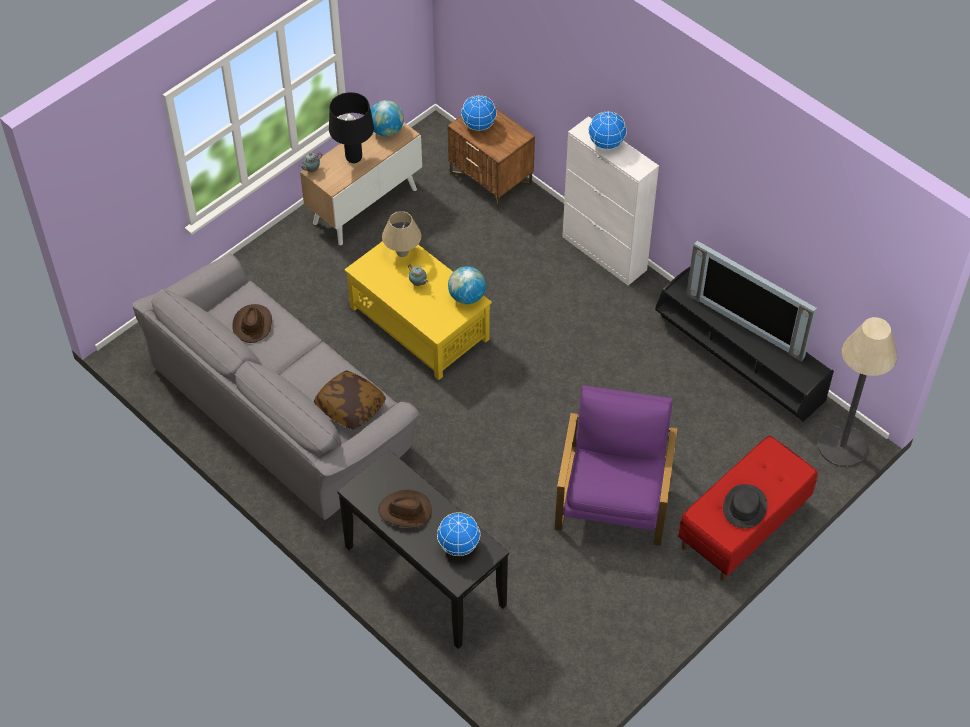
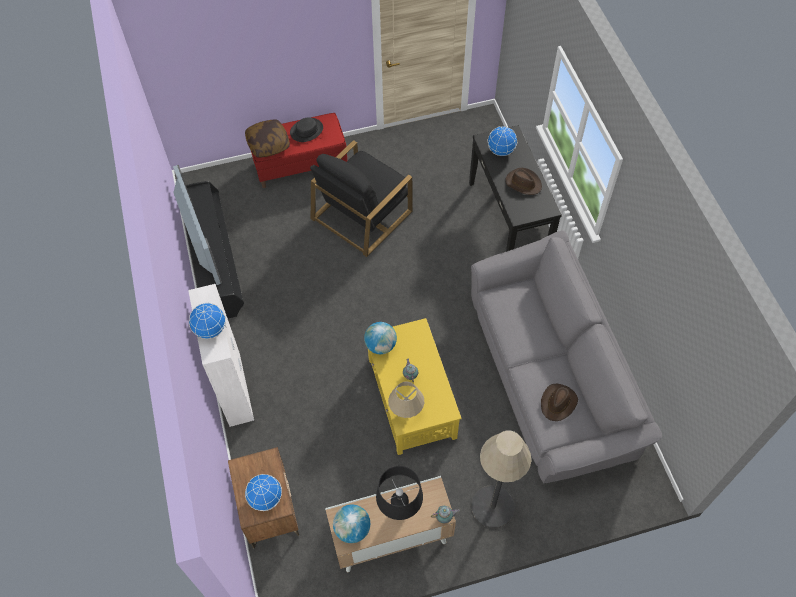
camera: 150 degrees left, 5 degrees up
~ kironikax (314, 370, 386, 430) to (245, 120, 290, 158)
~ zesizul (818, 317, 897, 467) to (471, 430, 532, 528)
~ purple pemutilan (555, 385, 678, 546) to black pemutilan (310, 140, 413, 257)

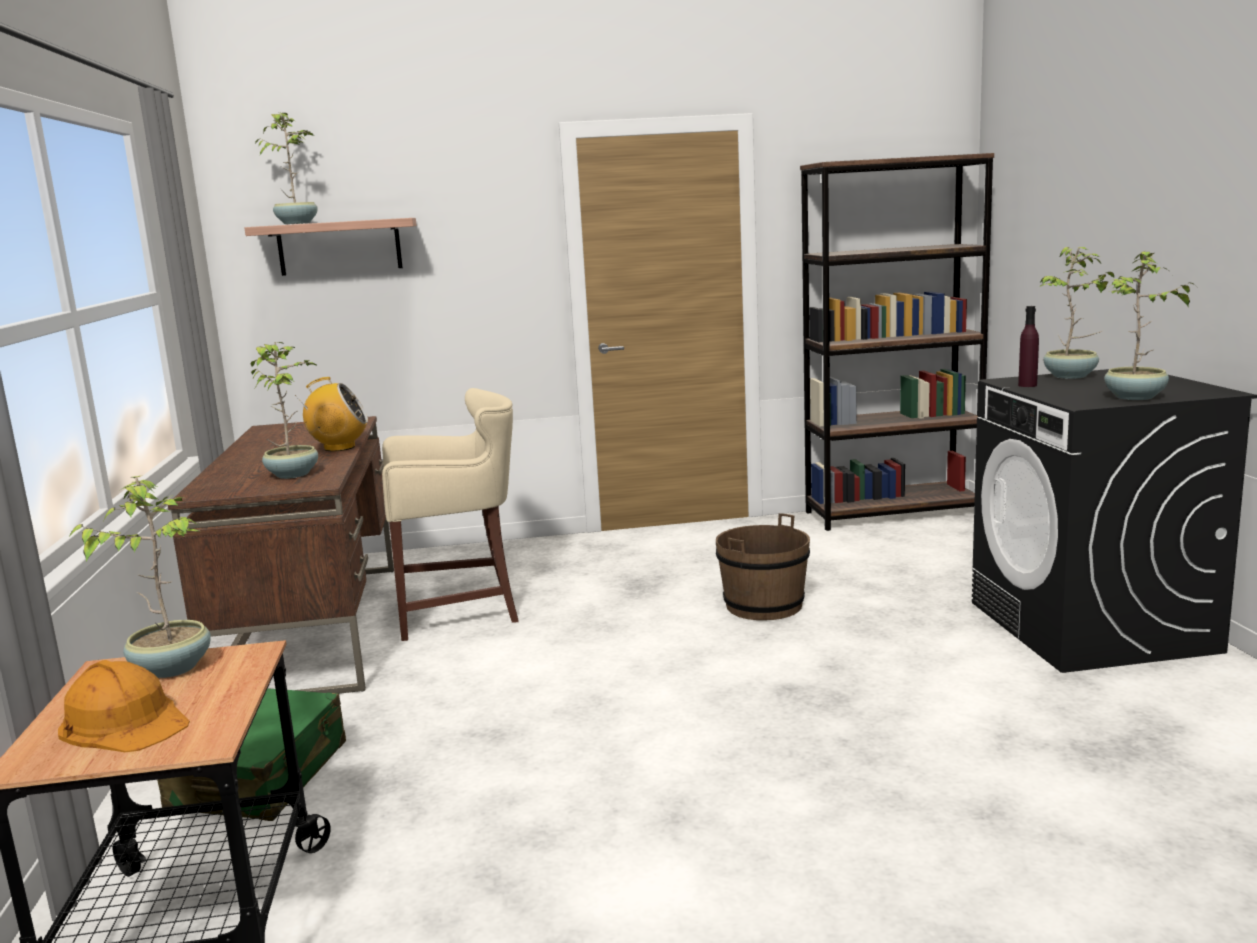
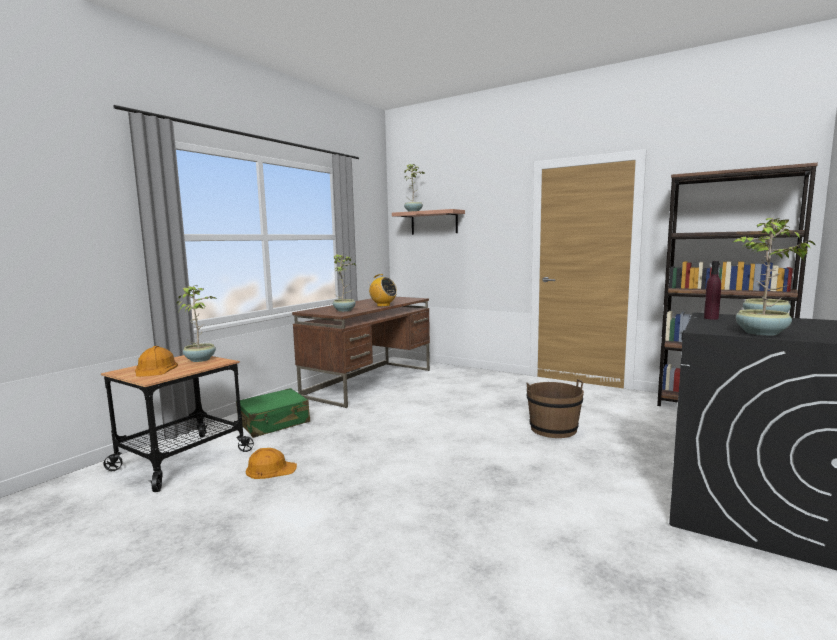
camera: 40 degrees right, 5 degrees down
- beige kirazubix (382, 388, 519, 641)
+ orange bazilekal (246, 448, 297, 479)

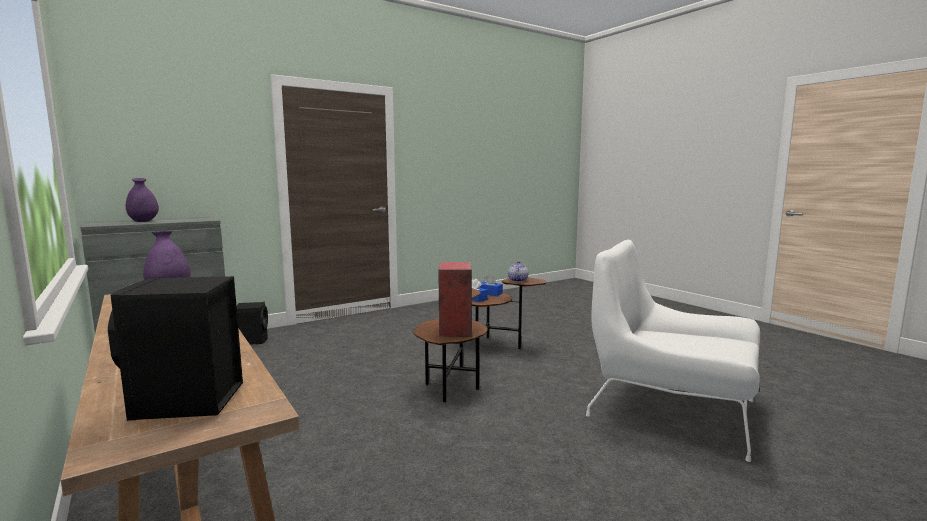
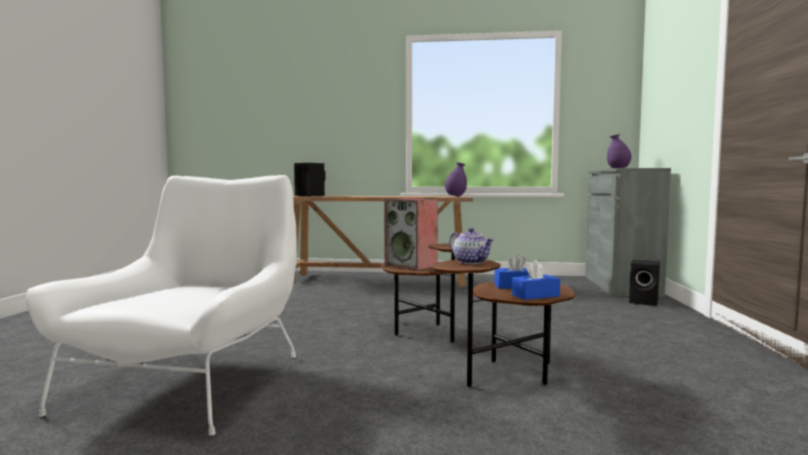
camera: 130 degrees right, 5 degrees down
~ white pemutilan (586, 240, 760, 462) = (26, 175, 297, 436) 60 degrees counterclockwise

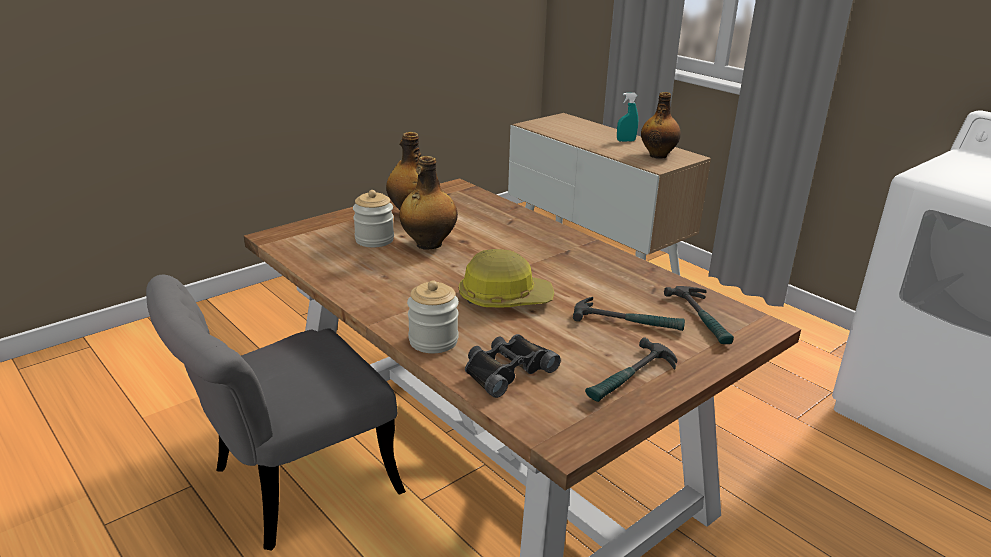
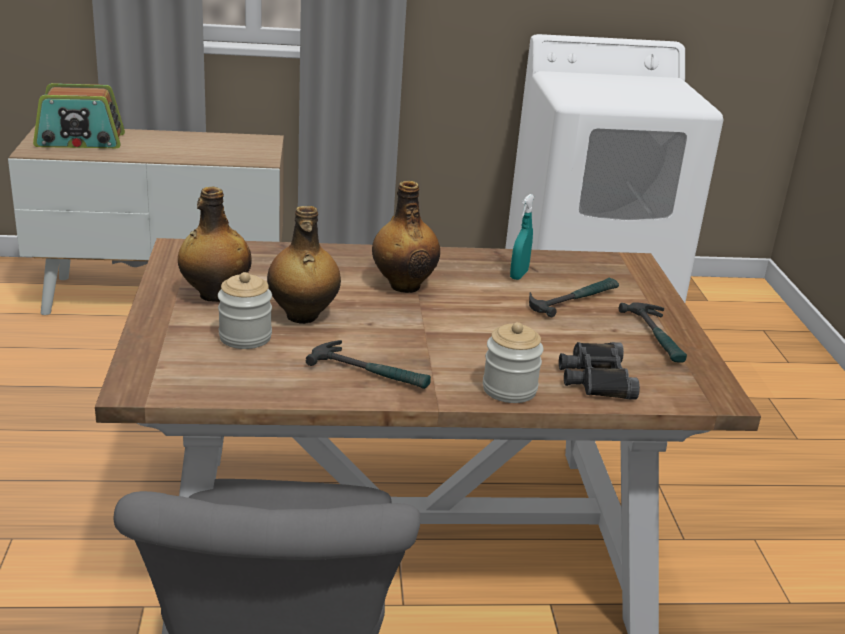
camera: 55 degrees left, 0 degrees up
- bazilekal (459, 249, 554, 308)
+ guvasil (33, 83, 125, 148)
~ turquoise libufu (617, 93, 638, 142) to (510, 194, 534, 280)
~ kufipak (641, 92, 681, 159) to (372, 181, 440, 293)
~ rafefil (664, 286, 734, 344) to (306, 340, 431, 389)

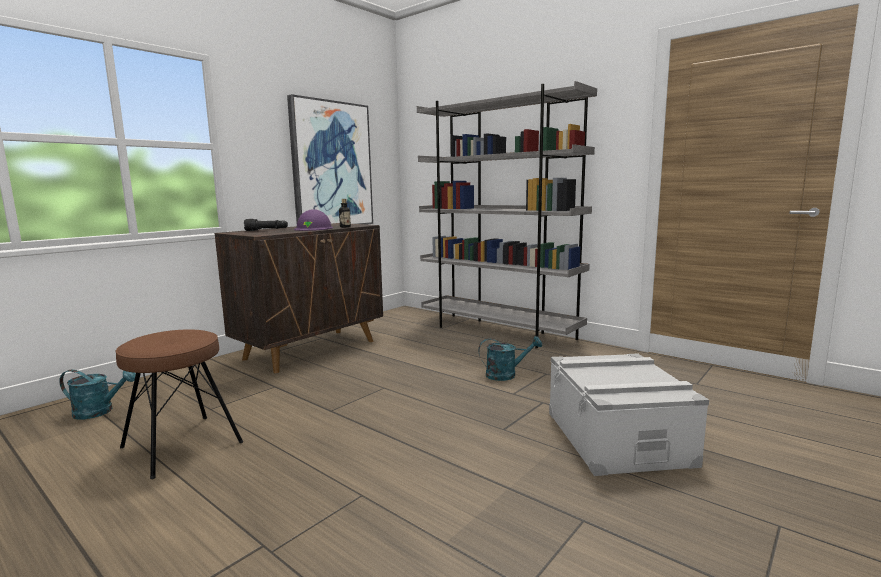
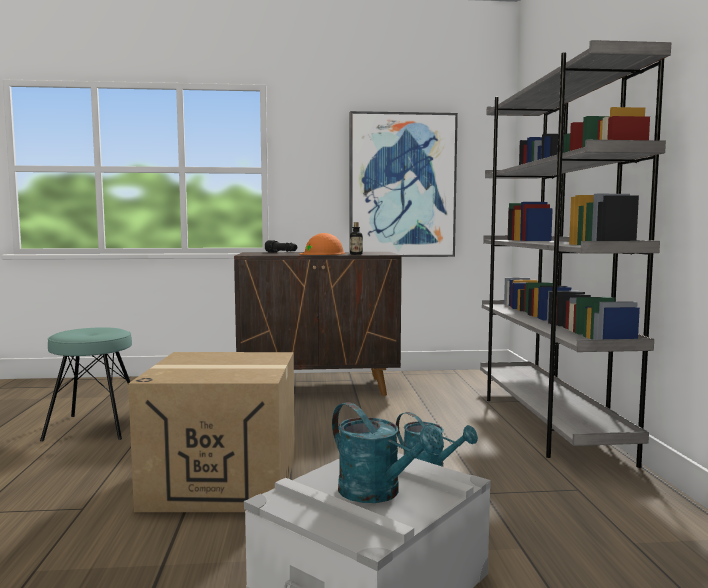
camera: 45 degrees right, 5 degrees down
+ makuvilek (128, 352, 295, 512)
~ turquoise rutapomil (59, 370, 136, 420) to (332, 402, 444, 503)
~ brown kirazubix (116, 329, 243, 479) to turquoise kirazubix (40, 327, 132, 441)
~ purple bazilekal (294, 209, 333, 231) to orange bazilekal (299, 233, 345, 255)

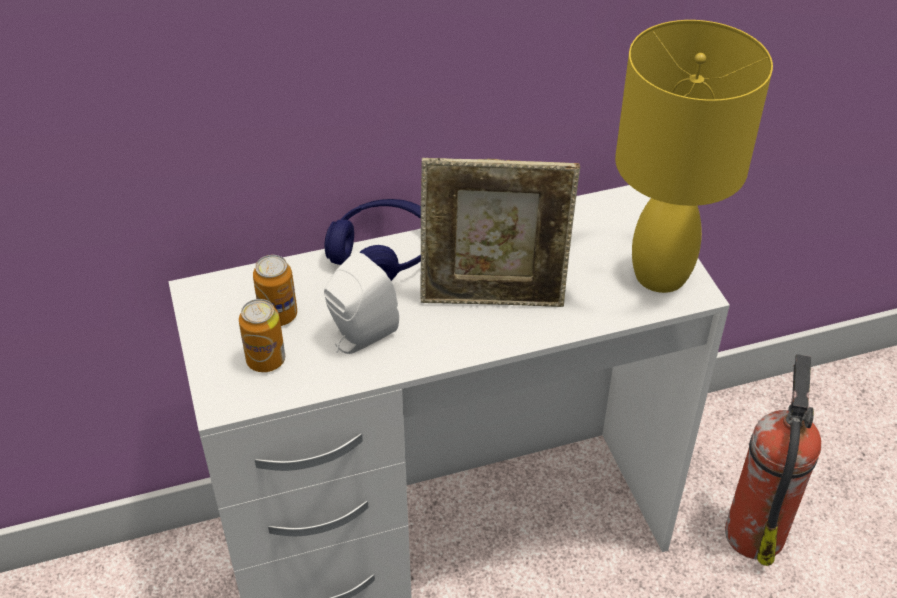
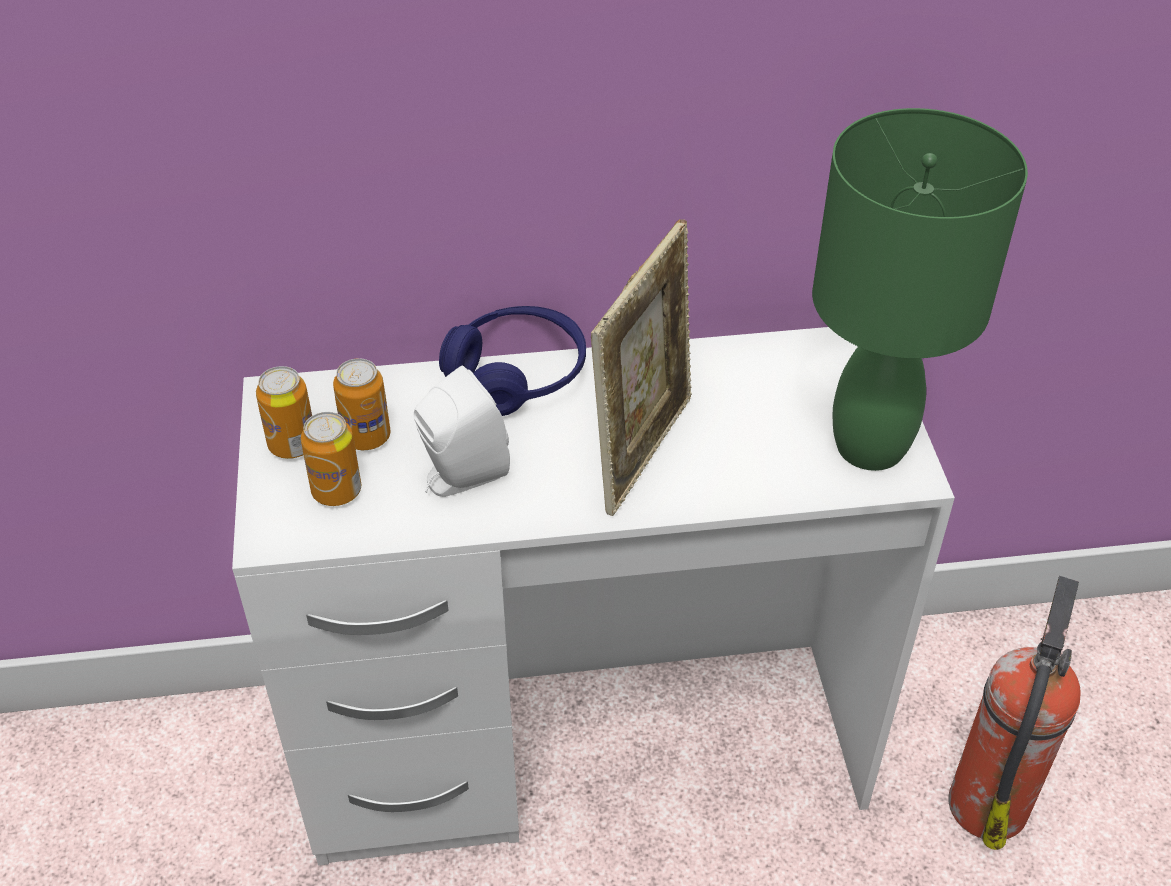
camera: 10 degrees right, 0 degrees up
+ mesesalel (256, 366, 312, 459)
~ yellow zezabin (615, 20, 773, 293) to green zezabin (812, 108, 1028, 471)
~ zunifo (421, 158, 580, 307) = (591, 219, 692, 516) 75 degrees counterclockwise

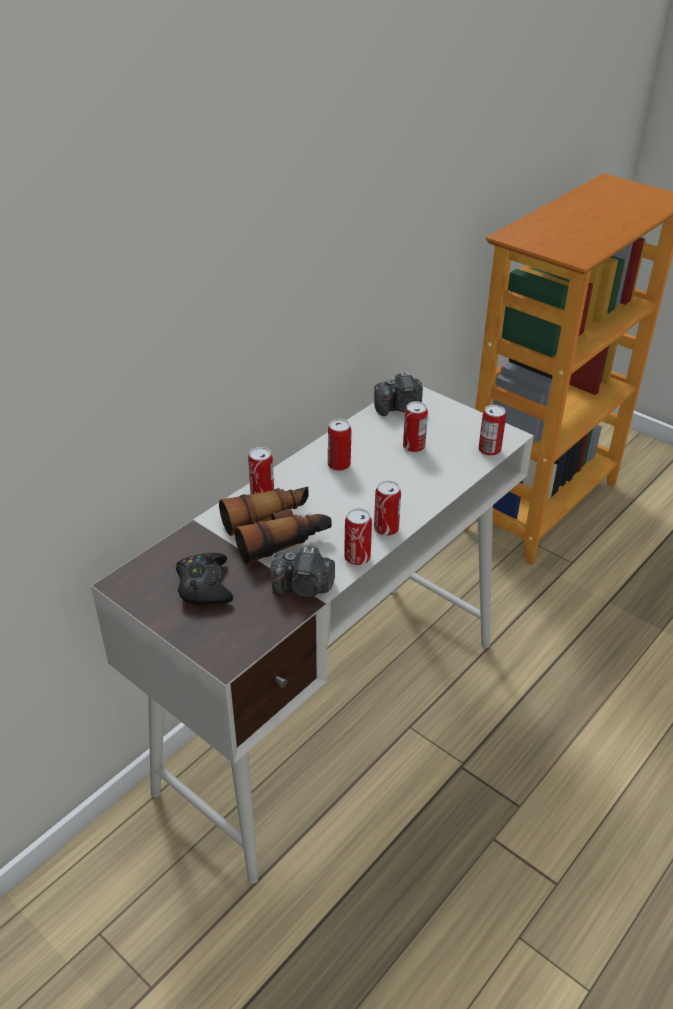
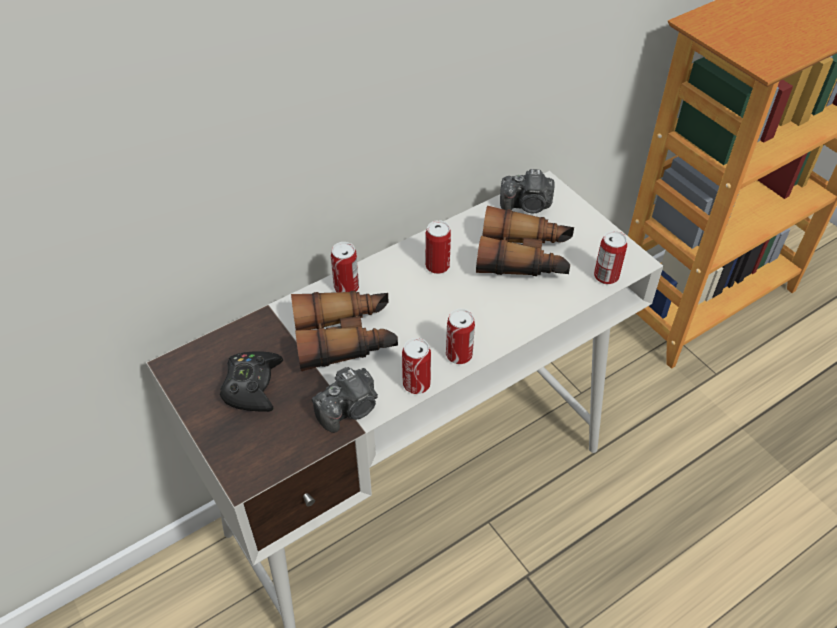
camera: 15 degrees right, 10 degrees up
~ mesesalel (403, 401, 428, 453) to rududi (476, 206, 574, 276)
~ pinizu (270, 546, 335, 598) = (312, 367, 378, 433) 60 degrees counterclockwise

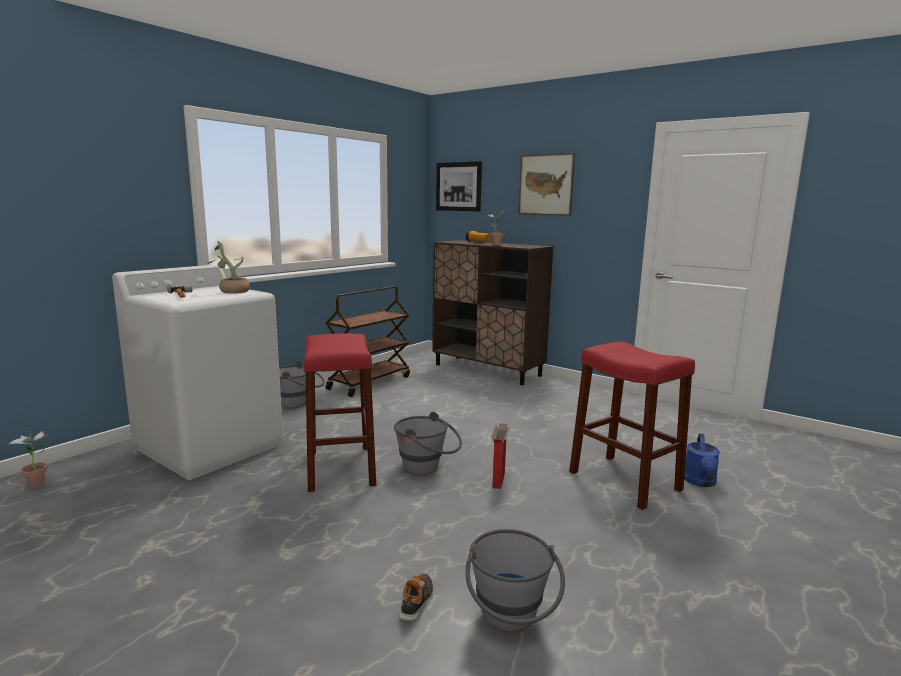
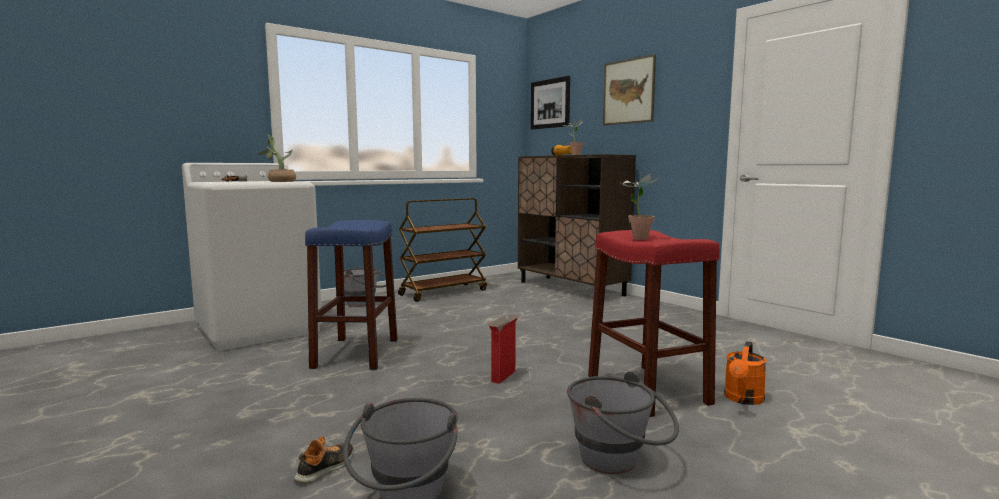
camera: 15 degrees right, 5 degrees down
~ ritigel (8, 431, 49, 488) to (621, 172, 659, 240)
~ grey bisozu (394, 412, 462, 475) to (567, 372, 679, 474)
~ red kirazubix (303, 334, 376, 492) to blue kirazubix (305, 220, 398, 370)
~ blue rutapomil (684, 433, 720, 487) to orange rutapomil (724, 341, 767, 405)

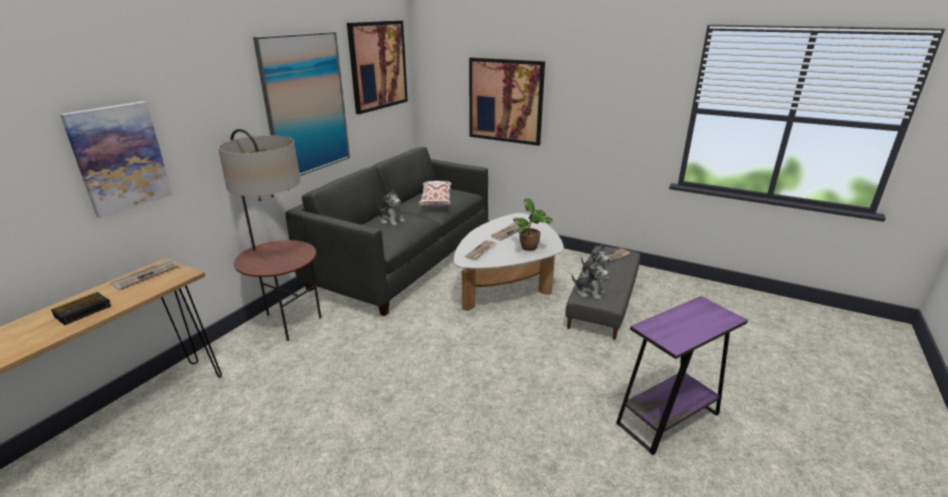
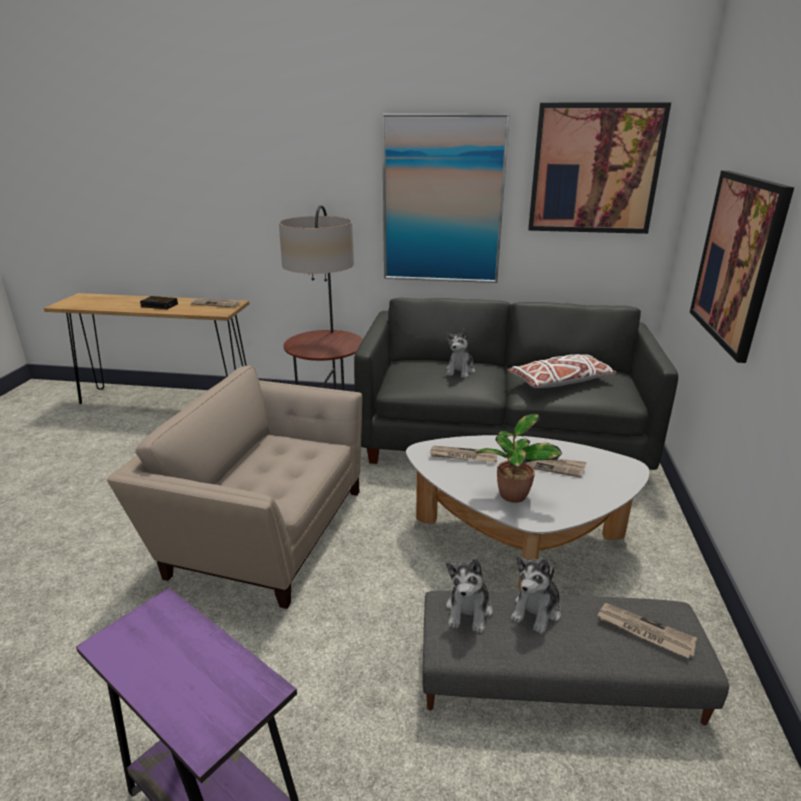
camera: 70 degrees right, 0 degrees up
- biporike (60, 101, 173, 218)
+ beige pemutilan (107, 366, 362, 609)

